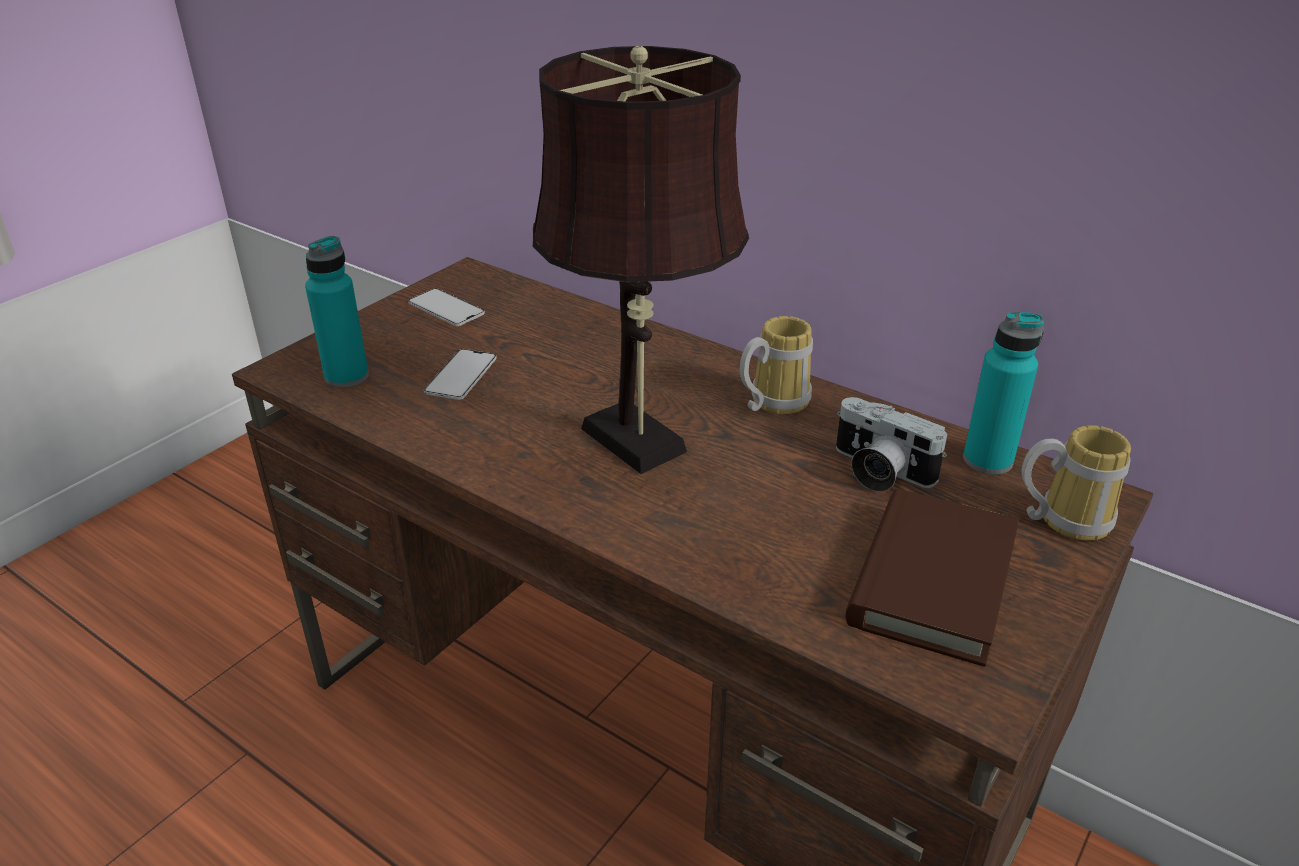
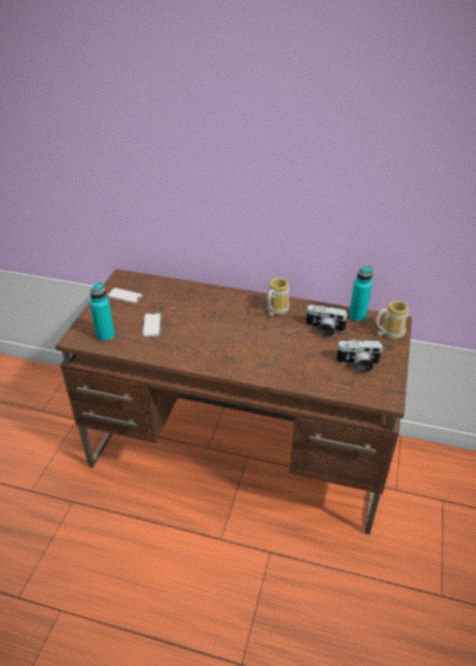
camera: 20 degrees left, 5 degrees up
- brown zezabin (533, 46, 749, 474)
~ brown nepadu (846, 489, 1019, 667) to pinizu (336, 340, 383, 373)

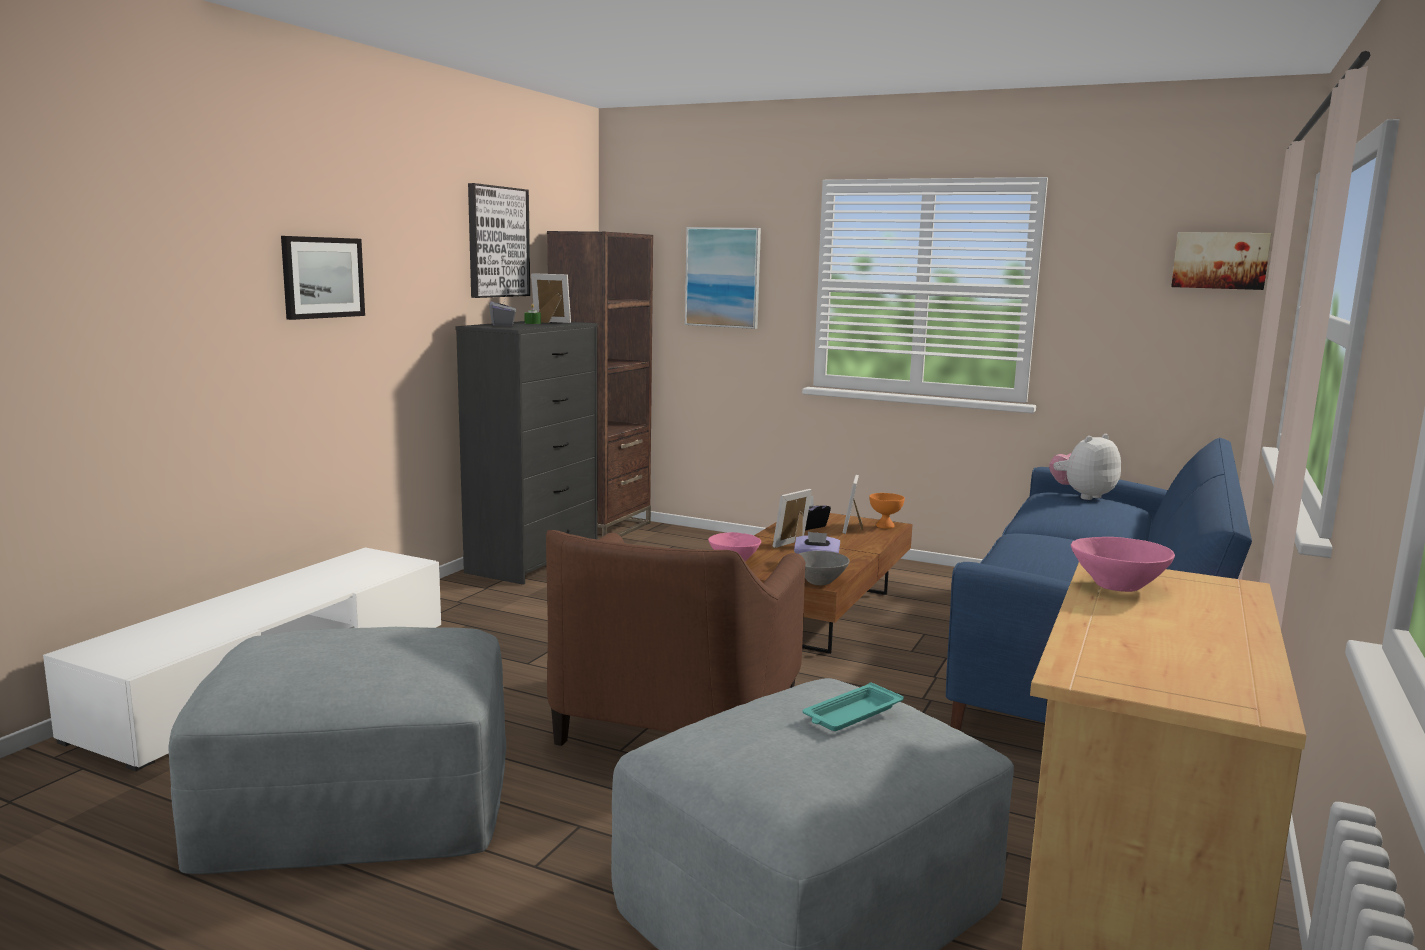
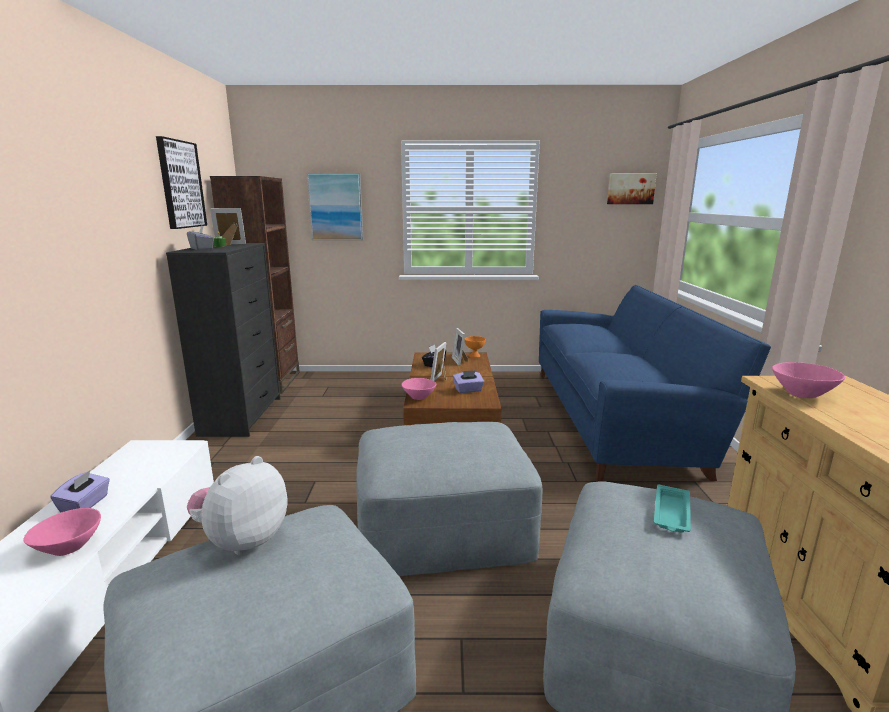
camera: 25 degrees left, 5 degrees up
- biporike (281, 236, 365, 320)
- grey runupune (799, 551, 850, 585)
+ pink runupune (23, 508, 101, 556)
+ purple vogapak (50, 470, 110, 513)
~ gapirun (1049, 434, 1121, 500) to (187, 456, 288, 555)
~ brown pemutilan (546, 530, 806, 746) to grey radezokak (356, 422, 543, 576)

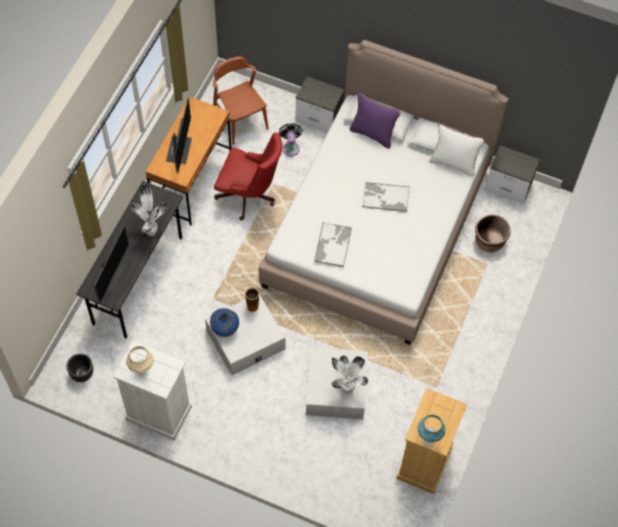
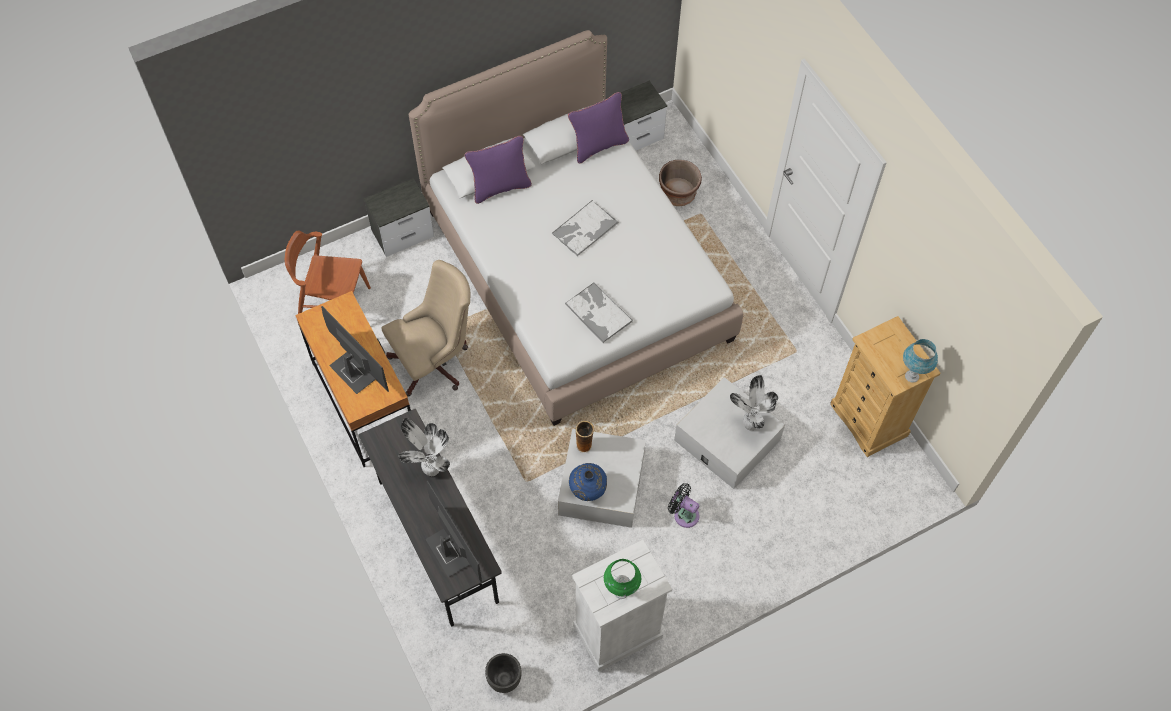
camera: 50 degrees left, 0 degrees up
~ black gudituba (279, 123, 303, 157) to (668, 483, 700, 528)
~ beige zezabin (126, 346, 154, 378) to green zezabin (604, 559, 641, 599)
~ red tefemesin (214, 133, 282, 221) to beige tefemesin (381, 260, 470, 396)
~ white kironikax (430, 124, 484, 177) to purple kironikax (568, 92, 629, 164)

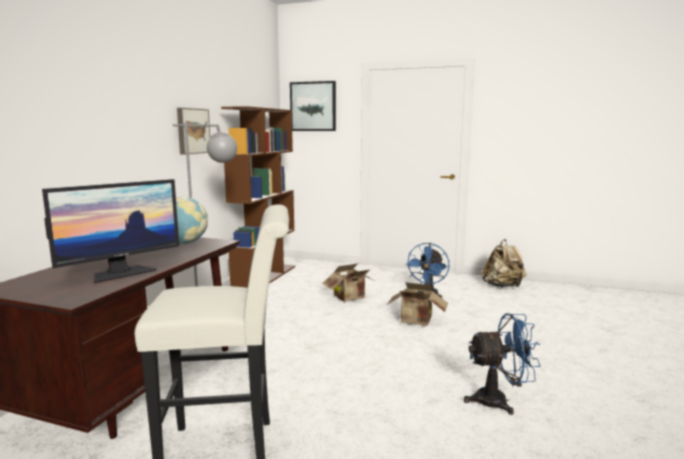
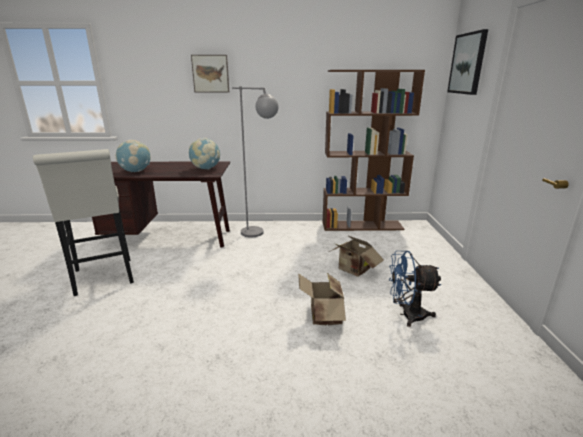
camera: 70 degrees right, 10 degrees up
- blue gudituba (464, 313, 541, 415)
- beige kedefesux (482, 239, 527, 287)
~ biporike (177, 108, 210, 155) to (191, 55, 229, 92)
~ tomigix (42, 179, 179, 283) to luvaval (116, 140, 151, 172)

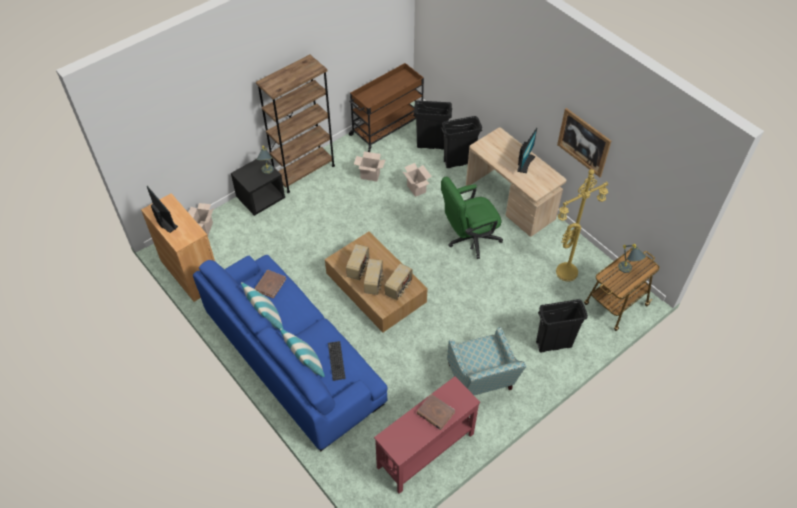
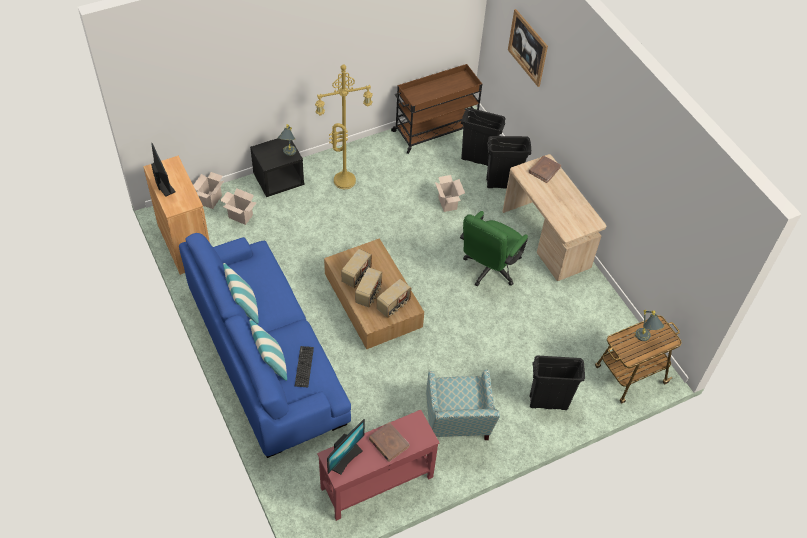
camera: 10 degrees right, 0 degrees up
- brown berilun (256, 55, 335, 193)
~ brown nepadu (254, 270, 286, 298) to (529, 156, 561, 183)
~ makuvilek (354, 151, 386, 181) to (220, 188, 257, 225)
~ tomigix (517, 128, 537, 173) to (327, 419, 365, 475)
~ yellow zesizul (556, 169, 608, 282) to (315, 65, 373, 189)
~ biporike (557, 108, 611, 177) to (508, 9, 548, 87)
~ green tefemesin (441, 177, 503, 259) = (460, 211, 528, 287) 45 degrees counterclockwise

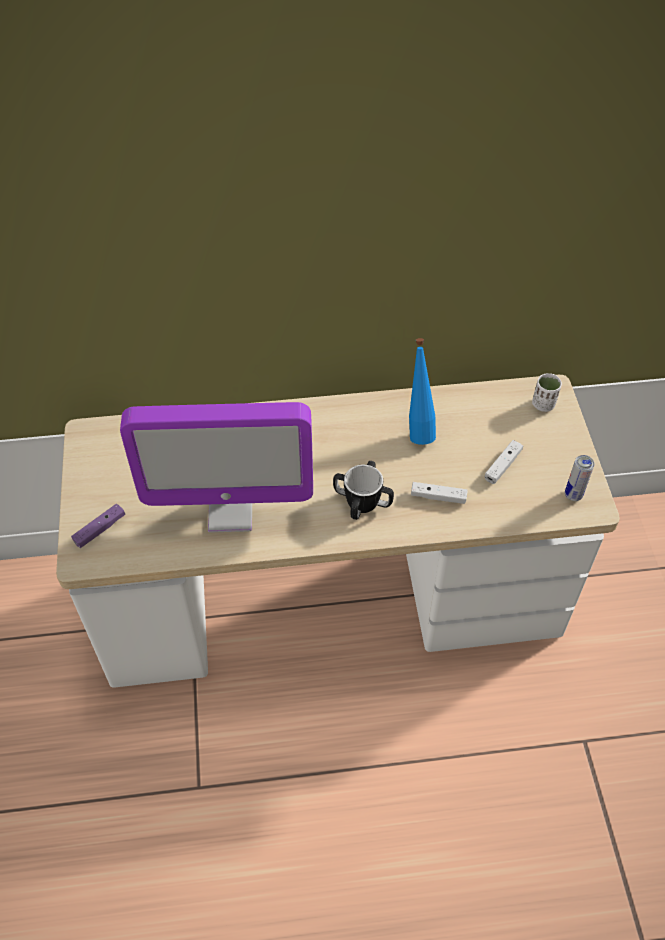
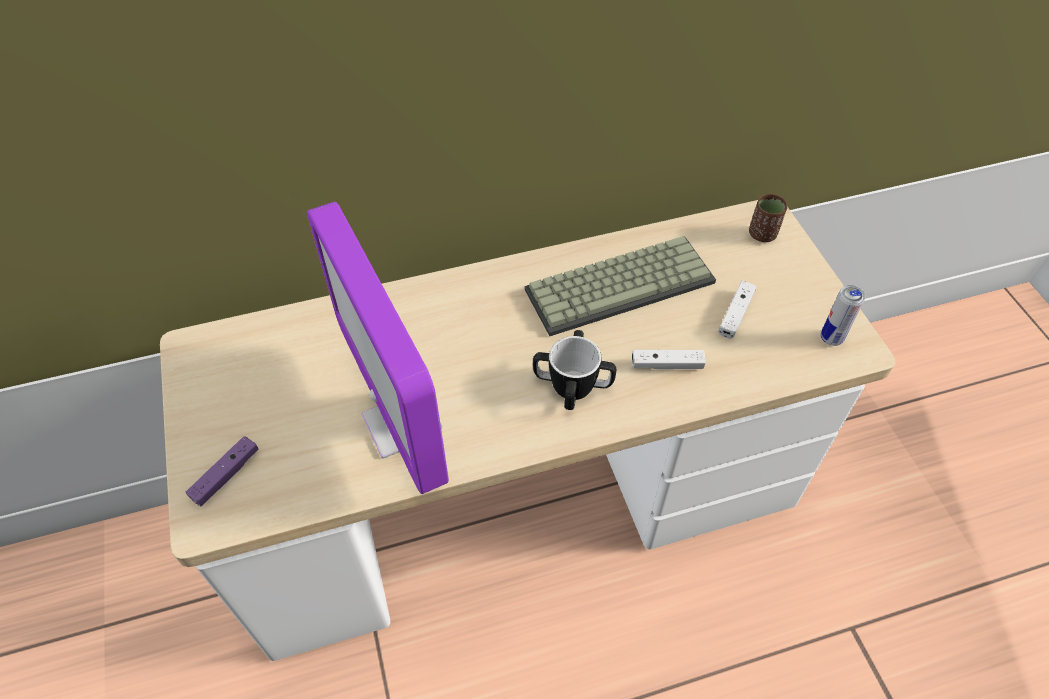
camera: 10 degrees left, 0 degrees up
~ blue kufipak (409, 338, 436, 445) to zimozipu (525, 236, 716, 336)
~ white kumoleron (532, 373, 562, 412) to brown kumoleron (749, 194, 788, 242)
~ tomigix (120, 402, 313, 532) = (307, 202, 449, 494) 75 degrees clockwise

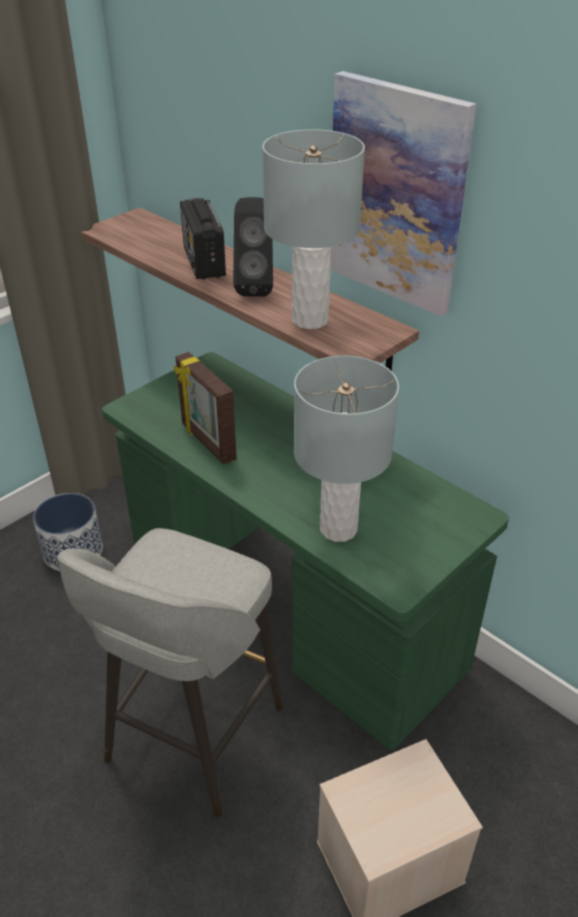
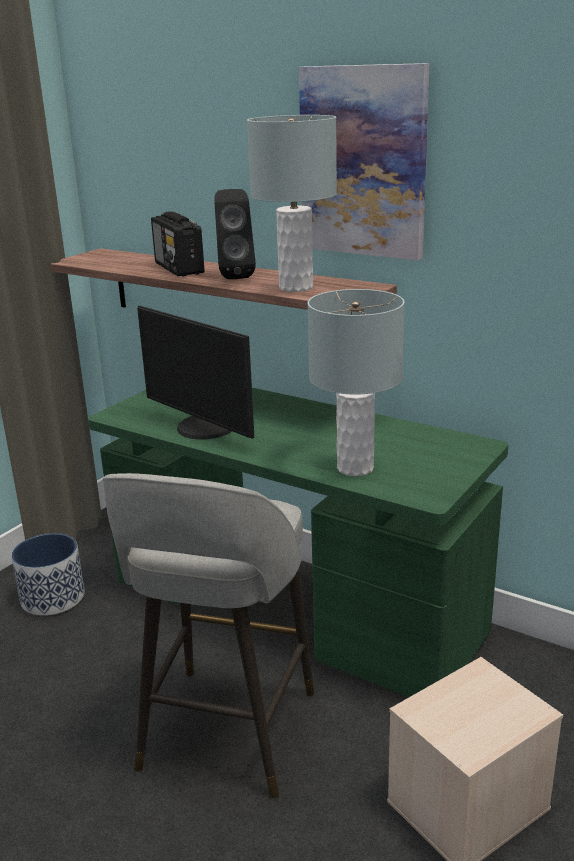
camera: 10 degrees left, 15 degrees down
~ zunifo (174, 352, 237, 465) to tomigix (137, 306, 254, 440)

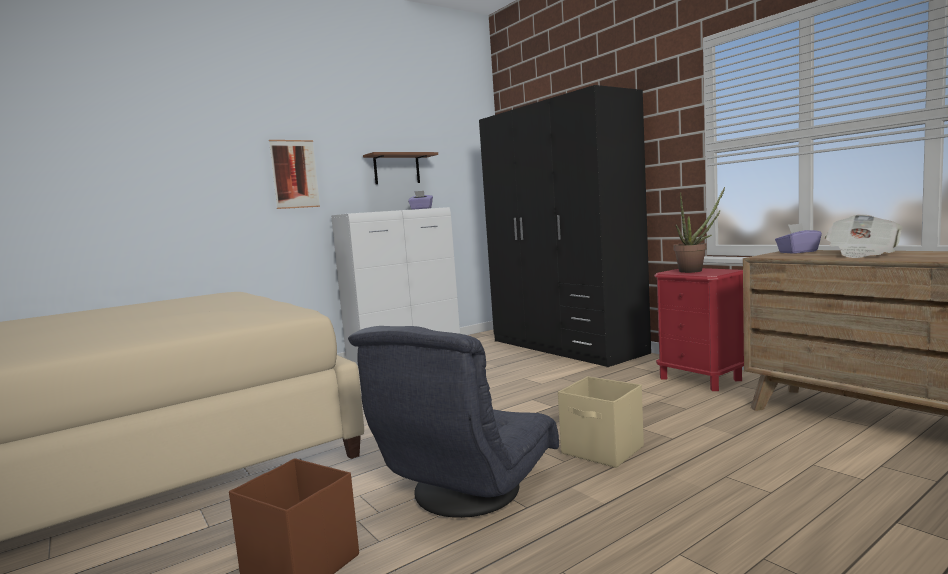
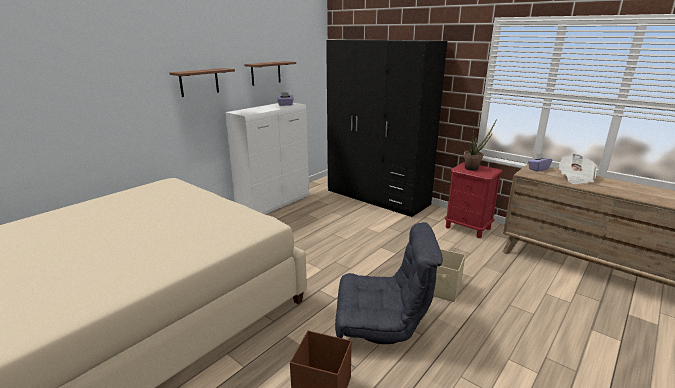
camera: 15 degrees left, 15 degrees up
~ biporike (269, 140, 320, 209) to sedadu (169, 68, 235, 97)
~ grey pemutilan (348, 326, 559, 518) = (335, 222, 443, 344) 105 degrees counterclockwise

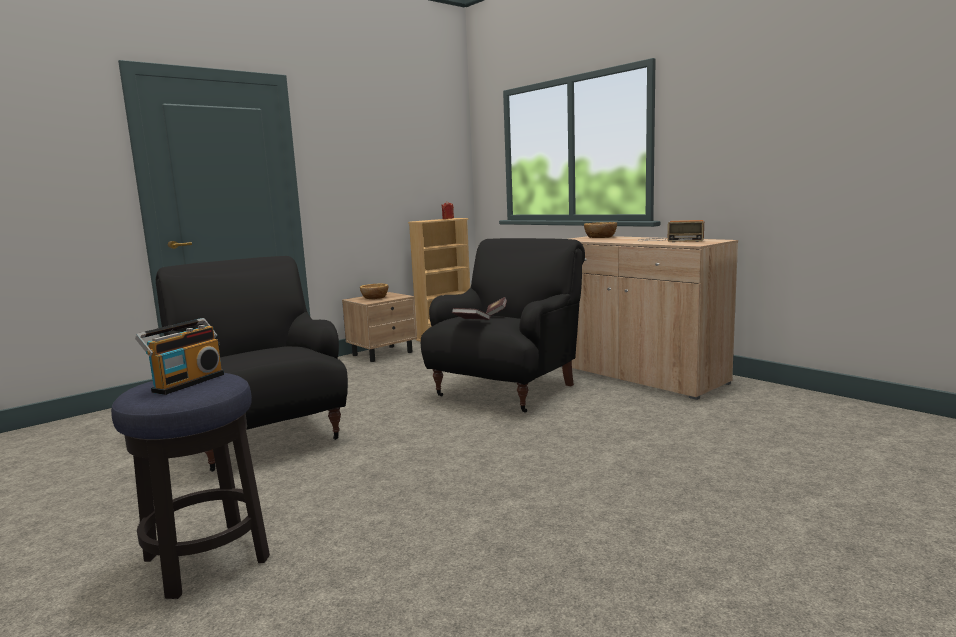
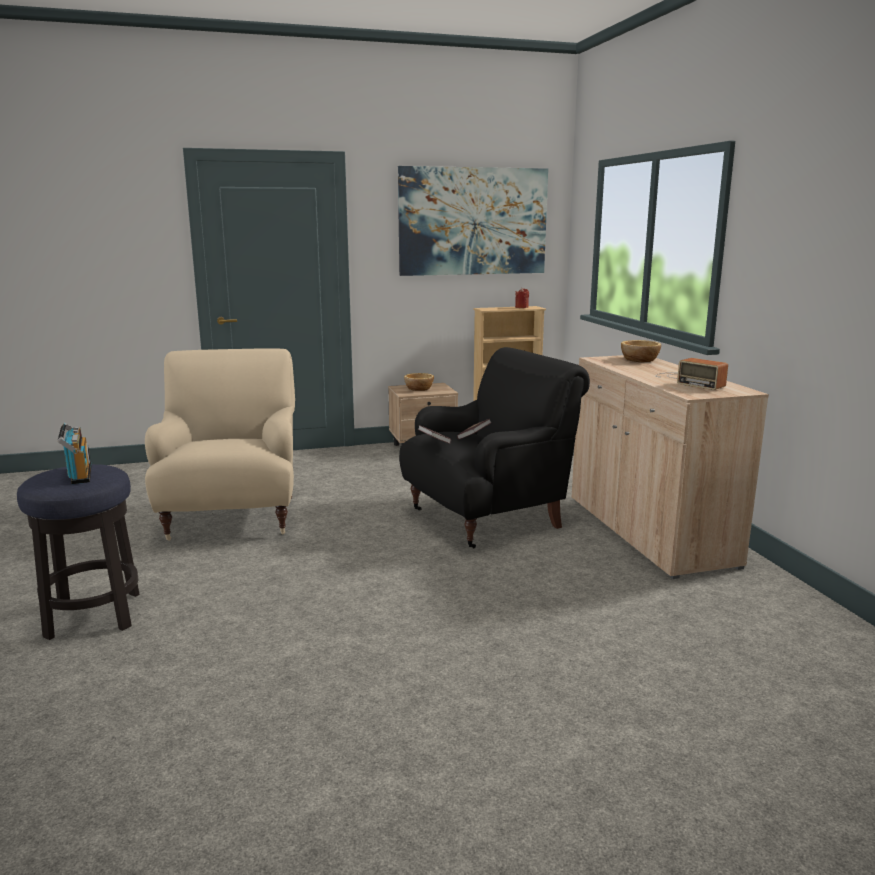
camera: 25 degrees right, 5 degrees up
+ biporike (398, 166, 548, 276)
~ black pemutilan (156, 256, 348, 472) to beige pemutilan (145, 349, 295, 541)
~ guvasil (135, 318, 224, 395) = (58, 423, 91, 484) 75 degrees counterclockwise

